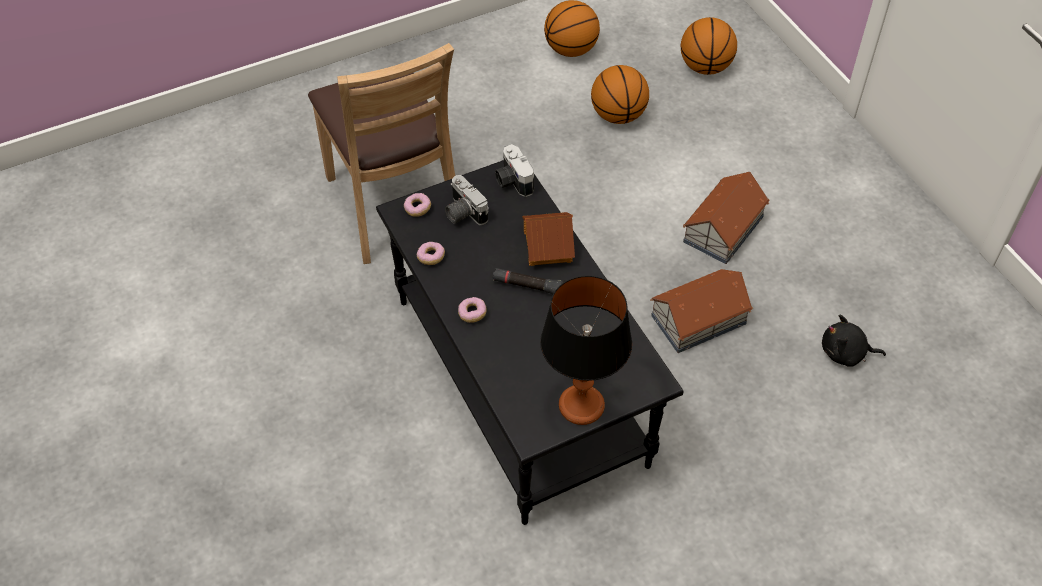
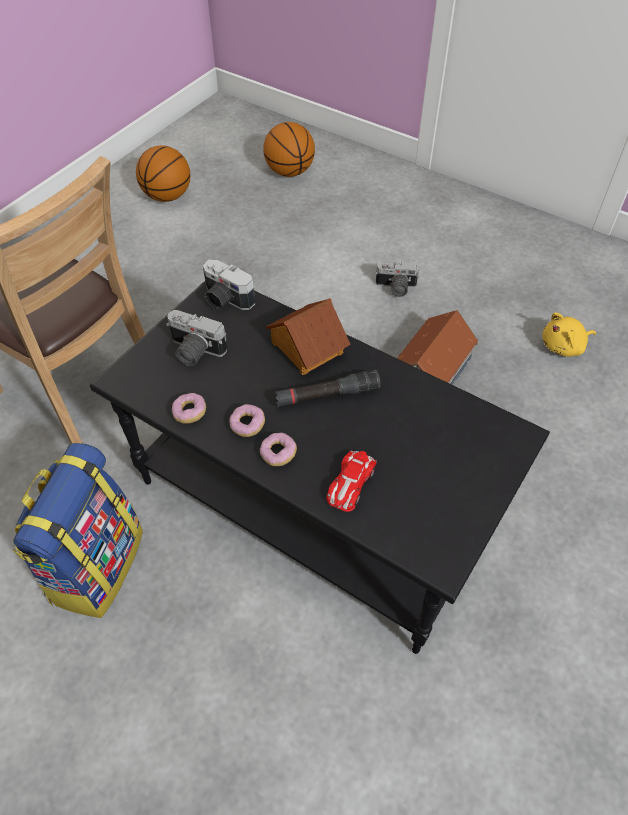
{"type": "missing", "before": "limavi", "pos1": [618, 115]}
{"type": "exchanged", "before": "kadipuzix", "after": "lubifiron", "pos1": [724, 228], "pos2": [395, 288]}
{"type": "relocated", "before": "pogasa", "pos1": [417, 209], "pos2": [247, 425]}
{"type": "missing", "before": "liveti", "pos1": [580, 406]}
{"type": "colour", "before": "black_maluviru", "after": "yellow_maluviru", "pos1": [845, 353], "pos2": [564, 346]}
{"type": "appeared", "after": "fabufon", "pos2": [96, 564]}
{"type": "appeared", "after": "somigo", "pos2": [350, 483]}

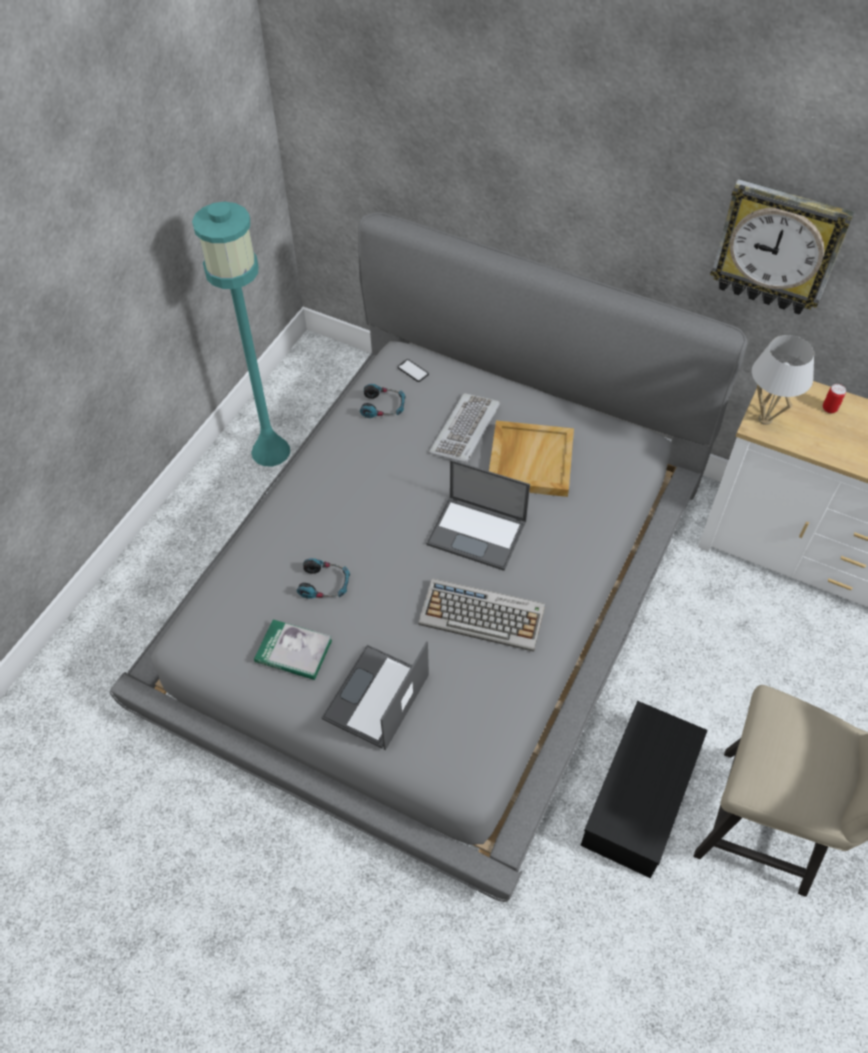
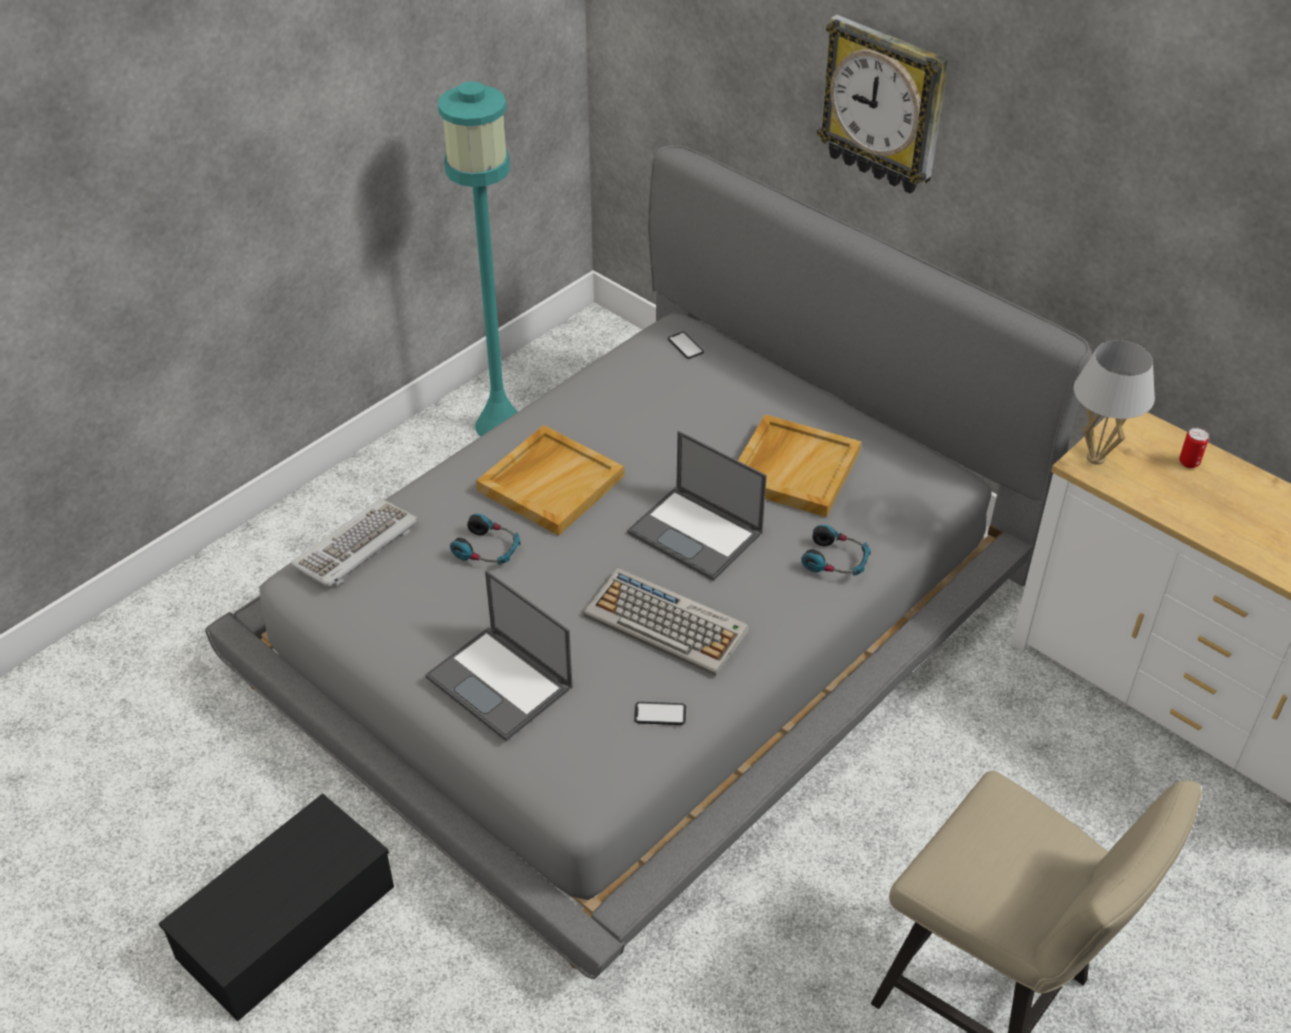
{"type": "relocated", "before": "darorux", "pos1": [777, 248], "pos2": [884, 105]}
{"type": "relocated", "before": "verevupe", "pos1": [383, 407], "pos2": [836, 561]}
{"type": "relocated", "before": "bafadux", "pos1": [465, 430], "pos2": [356, 547]}
{"type": "missing", "before": "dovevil", "pos1": [293, 651]}
{"type": "spun", "before": "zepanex", "pos1": [376, 698], "pos2": [501, 683], "turn": -90}
{"type": "relocated", "before": "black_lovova", "pos1": [641, 799], "pos2": [285, 925]}
{"type": "appeared", "after": "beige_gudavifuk", "pos2": [551, 483]}
{"type": "appeared", "after": "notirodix", "pos2": [660, 714]}

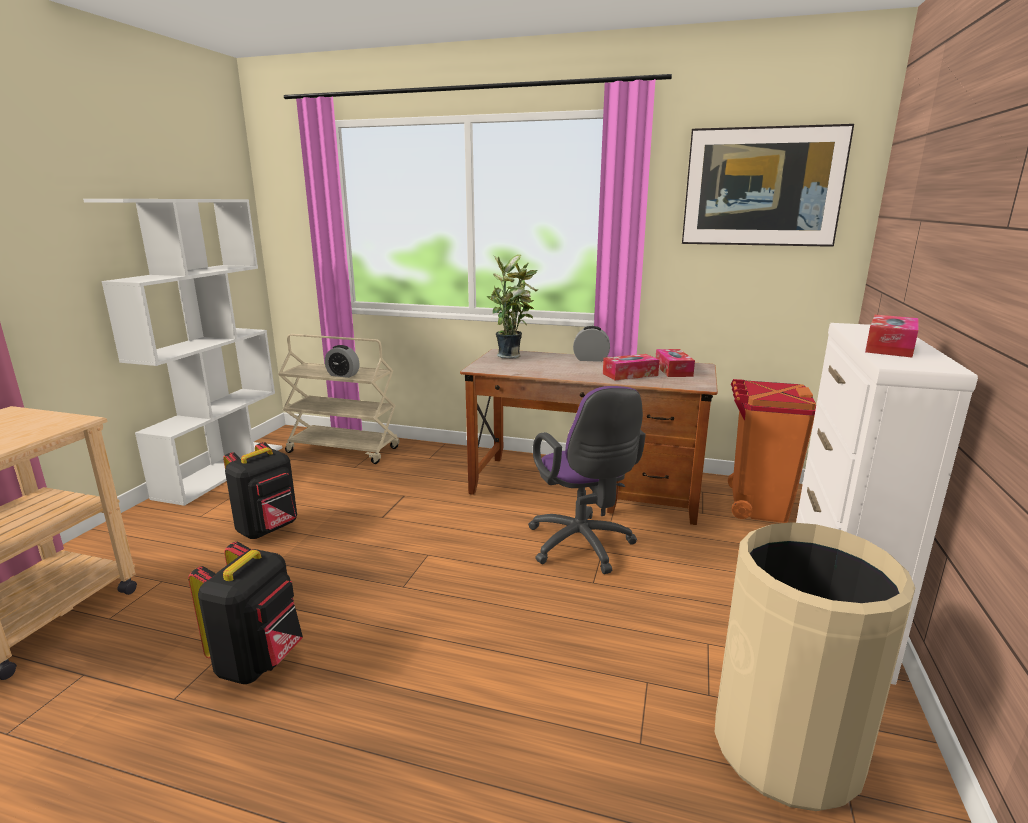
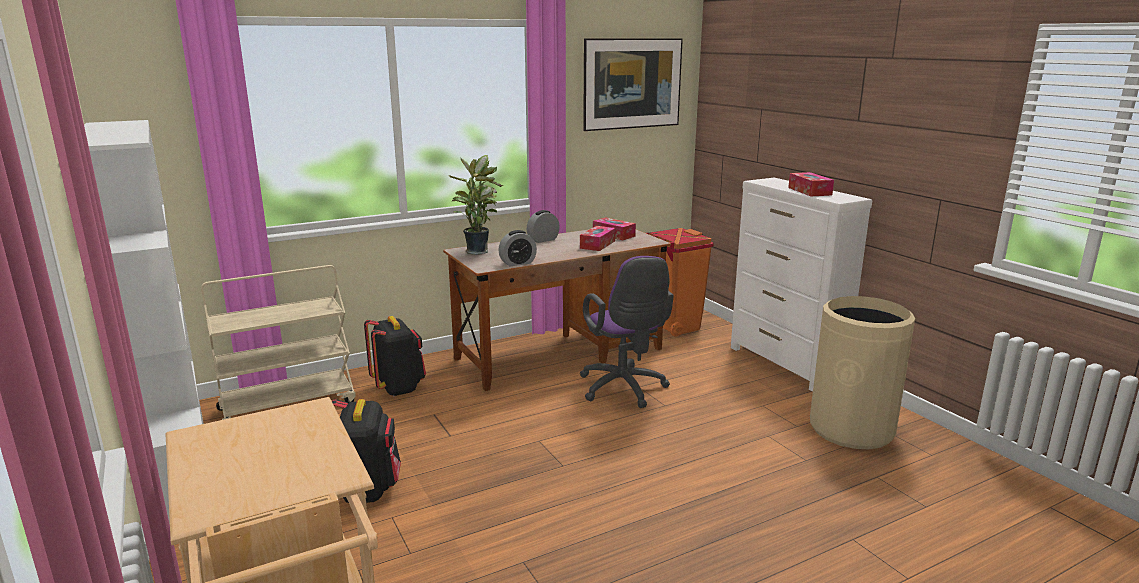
{"type": "relocated", "before": "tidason", "pos1": [343, 375], "pos2": [517, 263]}
{"type": "spun", "before": "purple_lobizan", "pos1": [582, 547], "pos2": [624, 390], "turn": 45}
{"type": "relocated", "before": "black_fabufon", "pos1": [259, 661], "pos2": [398, 388]}

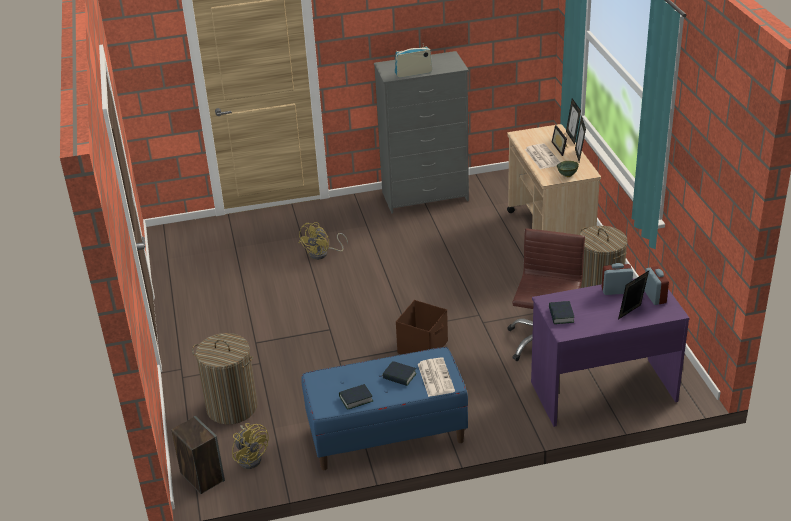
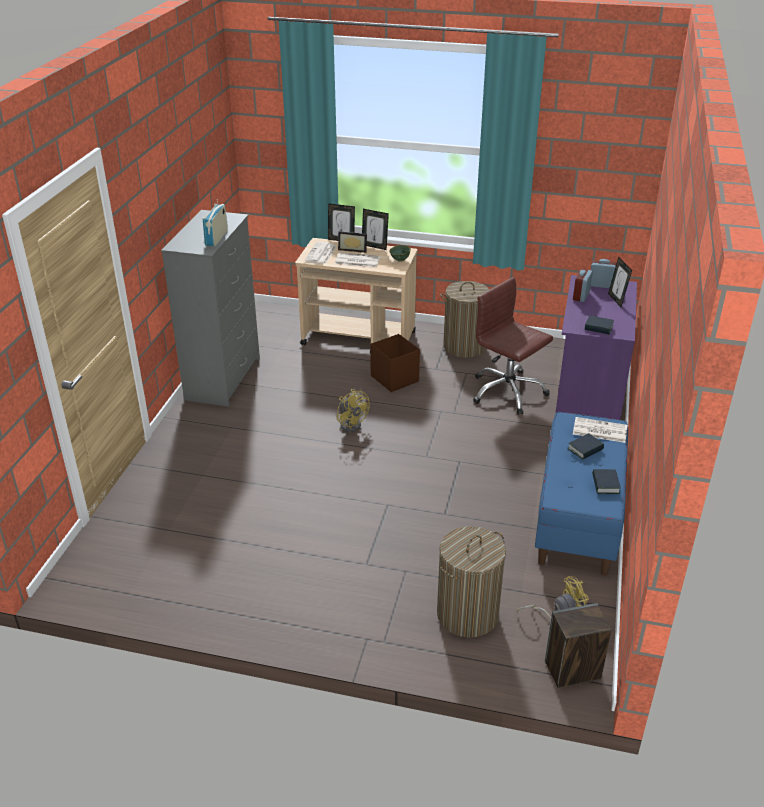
{"type": "relocated", "before": "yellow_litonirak", "pos1": [322, 254], "pos2": [352, 423]}
{"type": "relocated", "before": "brown_lovova", "pos1": [423, 347], "pos2": [394, 378]}
{"type": "appeared", "after": "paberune", "pos2": [321, 254]}

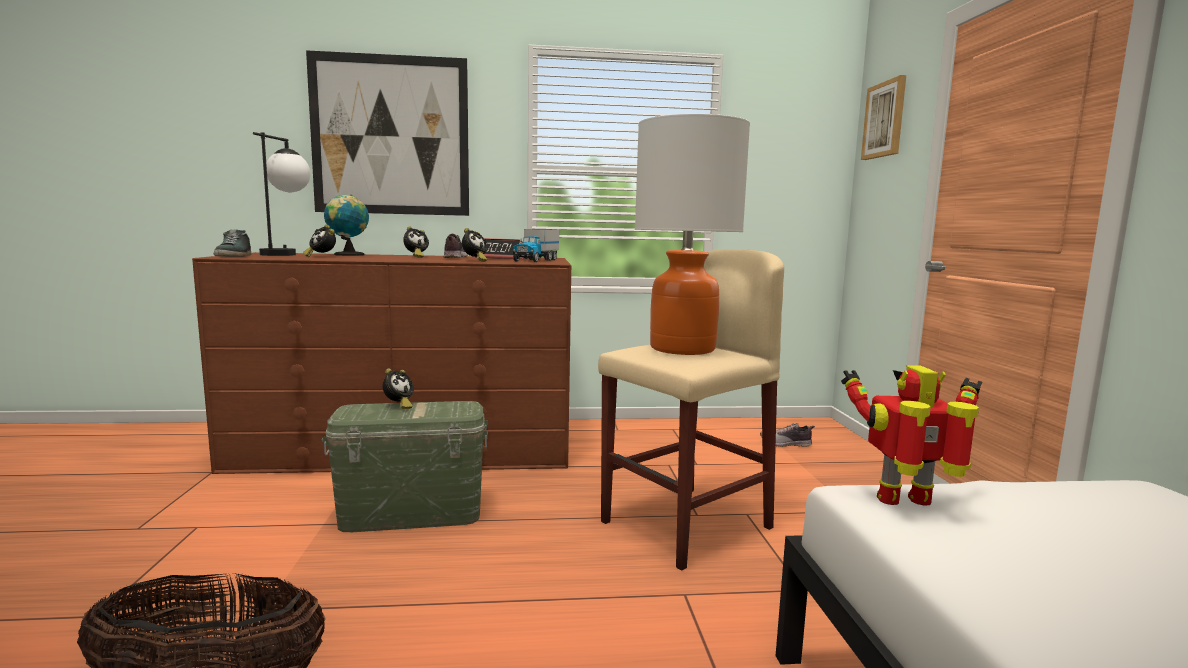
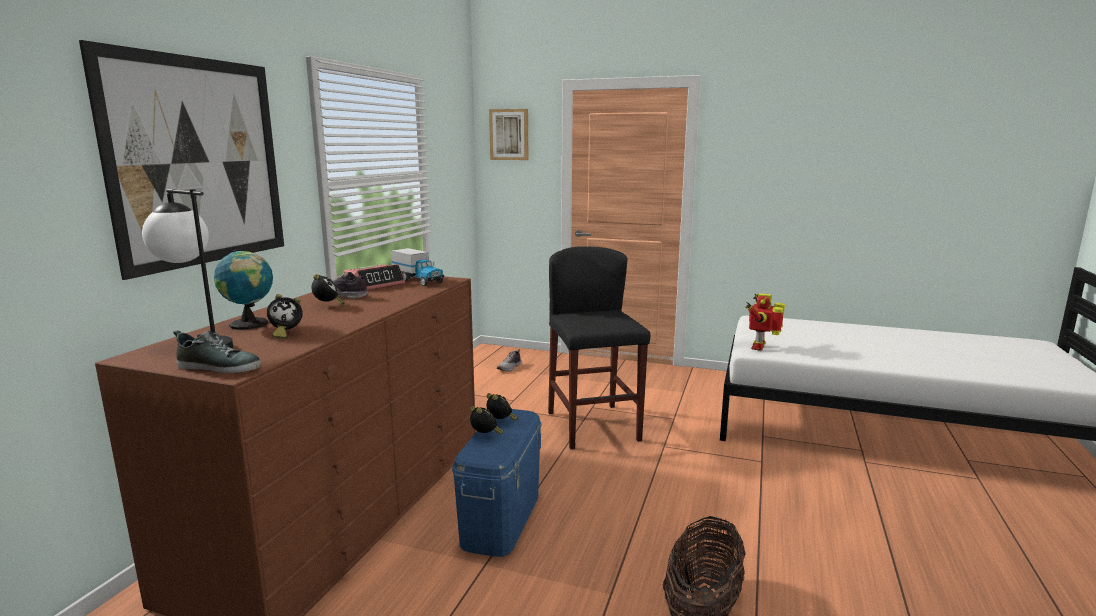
{"type": "missing", "before": "liveti", "pos1": [683, 349]}
{"type": "relocated", "before": "tidason", "pos1": [474, 261], "pos2": [501, 422]}
{"type": "colour", "before": "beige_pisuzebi", "after": "black_pisuzebi", "pos1": [686, 524], "pos2": [593, 426]}
{"type": "colour", "before": "green_lovova", "after": "blue_lovova", "pos1": [412, 514], "pos2": [501, 518]}

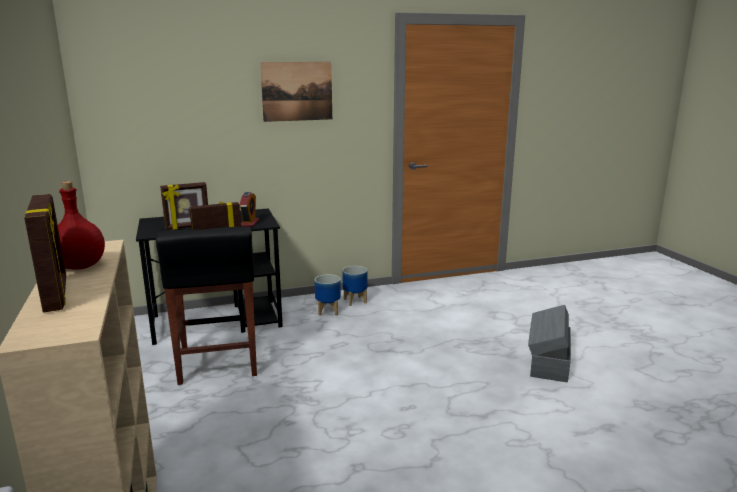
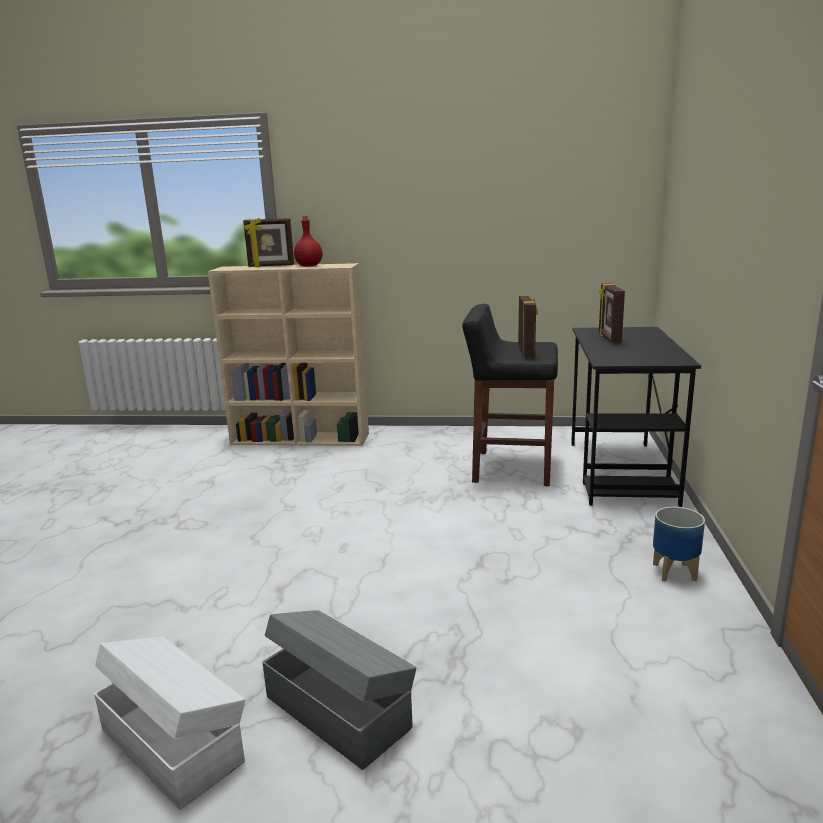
{"type": "missing", "before": "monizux", "pos1": [297, 91]}
{"type": "missing", "before": "tidason", "pos1": [249, 223]}
{"type": "missing", "before": "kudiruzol", "pos1": [328, 311]}
{"type": "appeared", "after": "white_lovova", "pos2": [172, 743]}

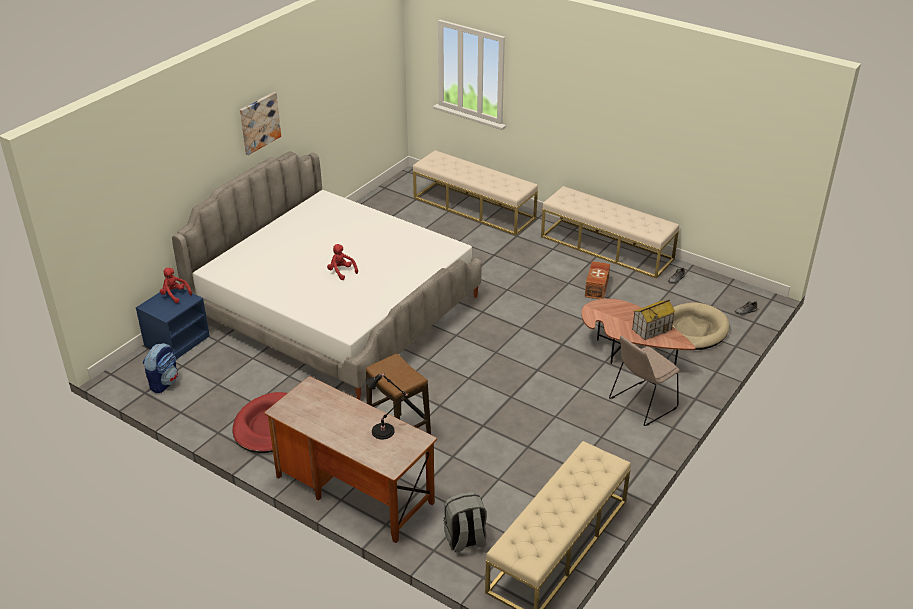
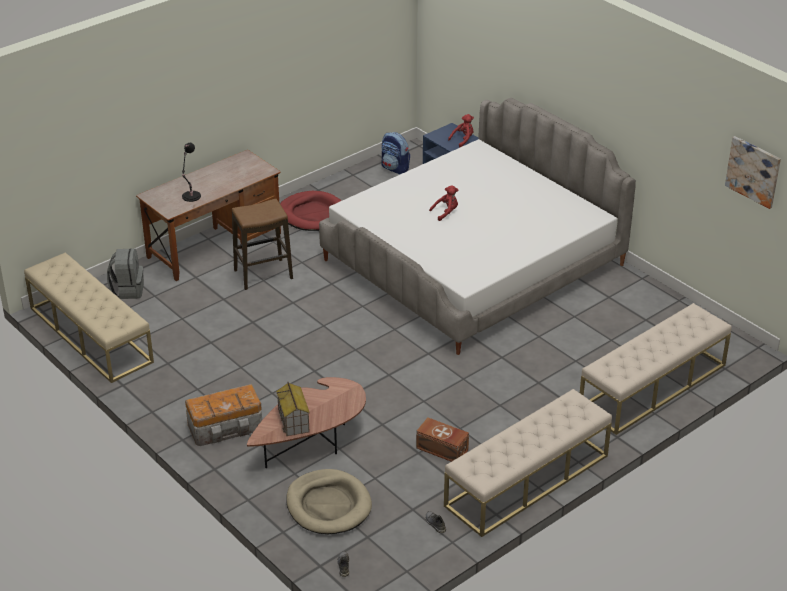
{"type": "relocated", "before": "monizux", "pos1": [259, 123], "pos2": [753, 171]}
{"type": "exchanged", "before": "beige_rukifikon", "after": "lovova", "pos1": [641, 404], "pos2": [226, 427]}

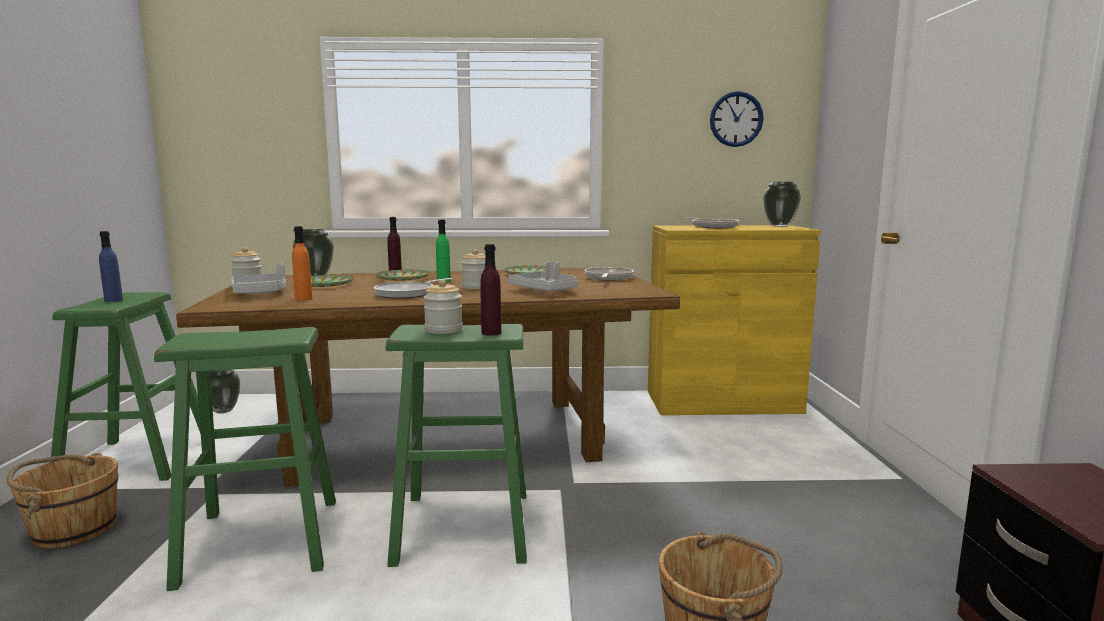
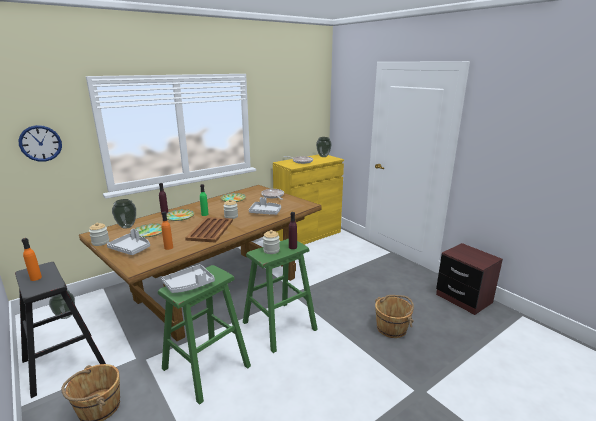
{"type": "relocated", "before": "darorux", "pos1": [736, 119], "pos2": [40, 143]}
{"type": "colour", "before": "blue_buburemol", "after": "orange_buburemol", "pos1": [113, 300], "pos2": [36, 278]}
{"type": "exchanged", "before": "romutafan", "after": "brown_gudavifuk", "pos1": [408, 293], "pos2": [211, 230]}
{"type": "colour", "before": "green_pisuzebi", "after": "black_pisuzebi", "pos1": [137, 459], "pos2": [63, 362]}
{"type": "appeared", "after": "grey_gudavifuk", "pos2": [189, 285]}

